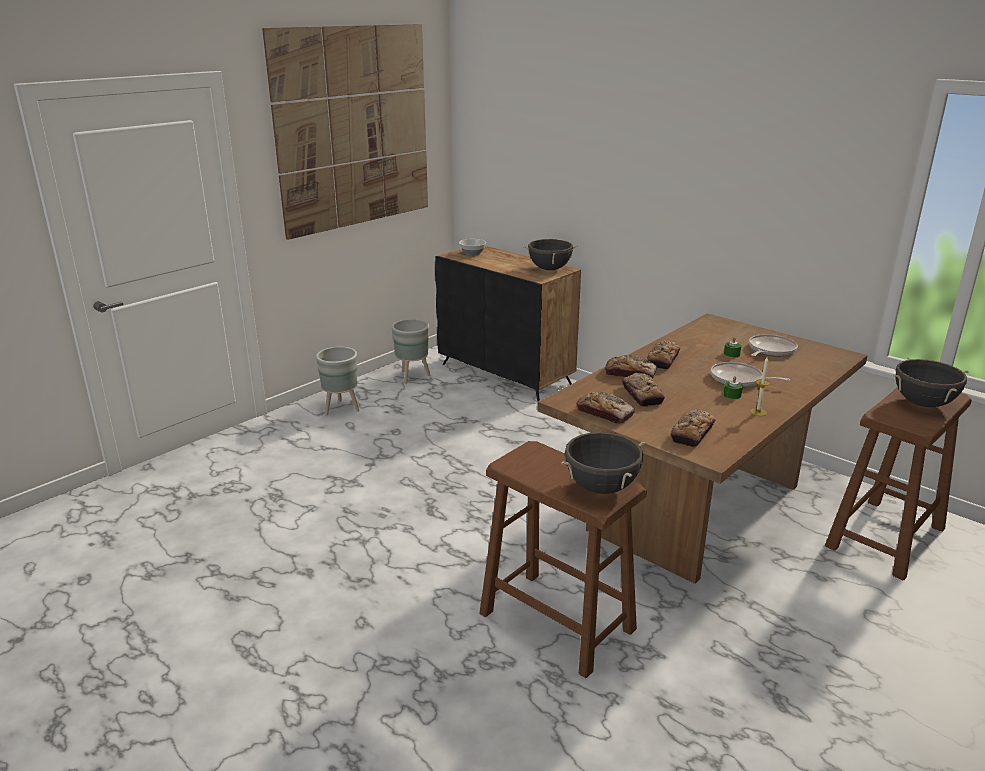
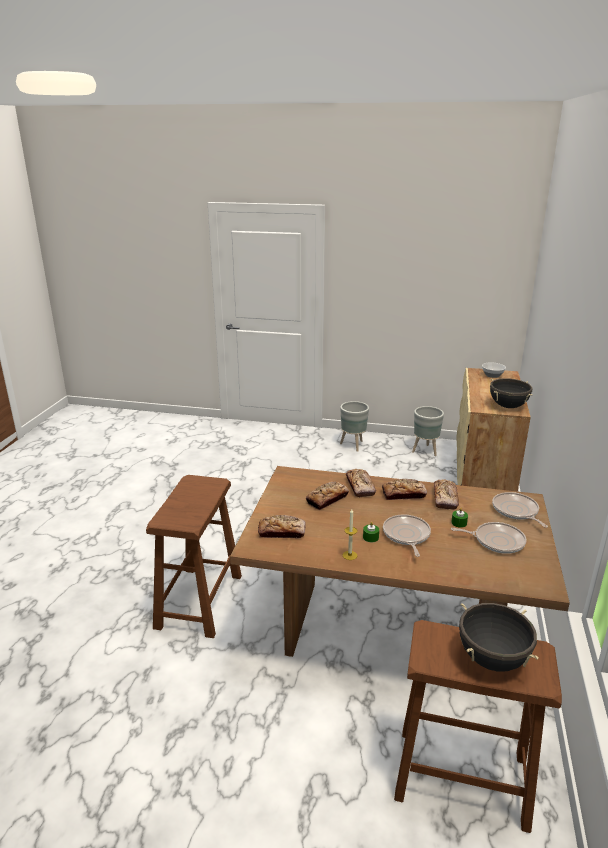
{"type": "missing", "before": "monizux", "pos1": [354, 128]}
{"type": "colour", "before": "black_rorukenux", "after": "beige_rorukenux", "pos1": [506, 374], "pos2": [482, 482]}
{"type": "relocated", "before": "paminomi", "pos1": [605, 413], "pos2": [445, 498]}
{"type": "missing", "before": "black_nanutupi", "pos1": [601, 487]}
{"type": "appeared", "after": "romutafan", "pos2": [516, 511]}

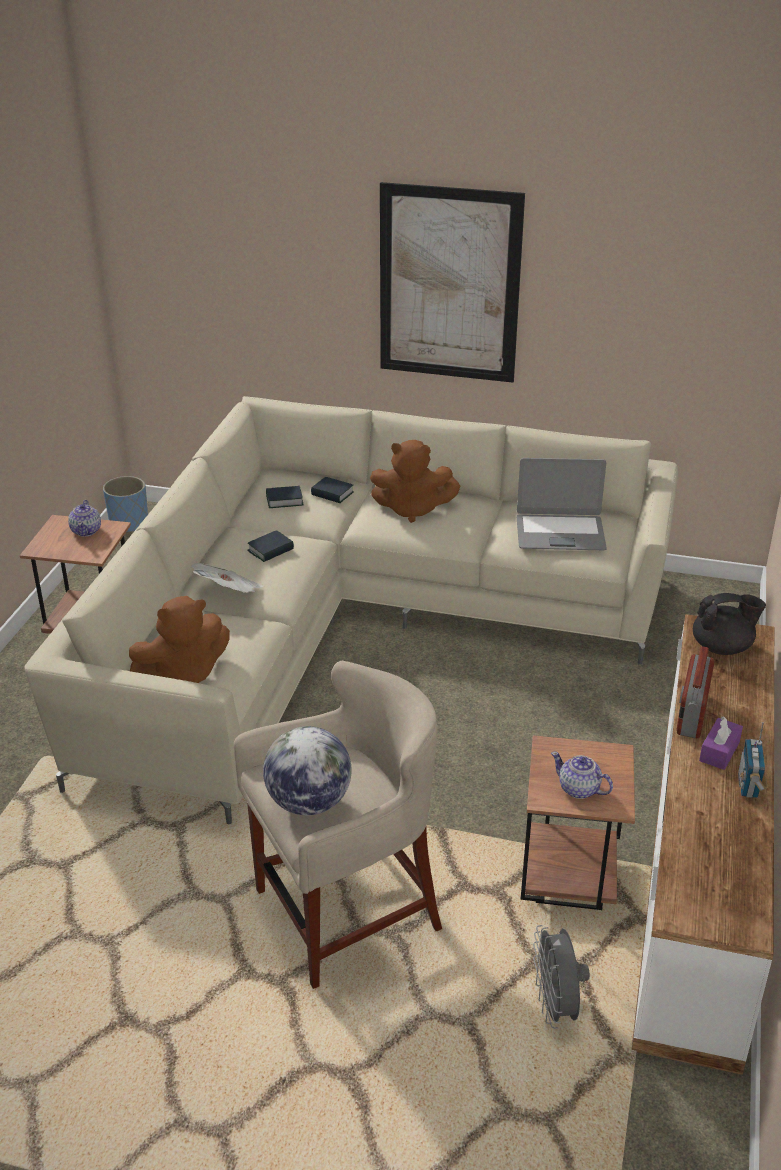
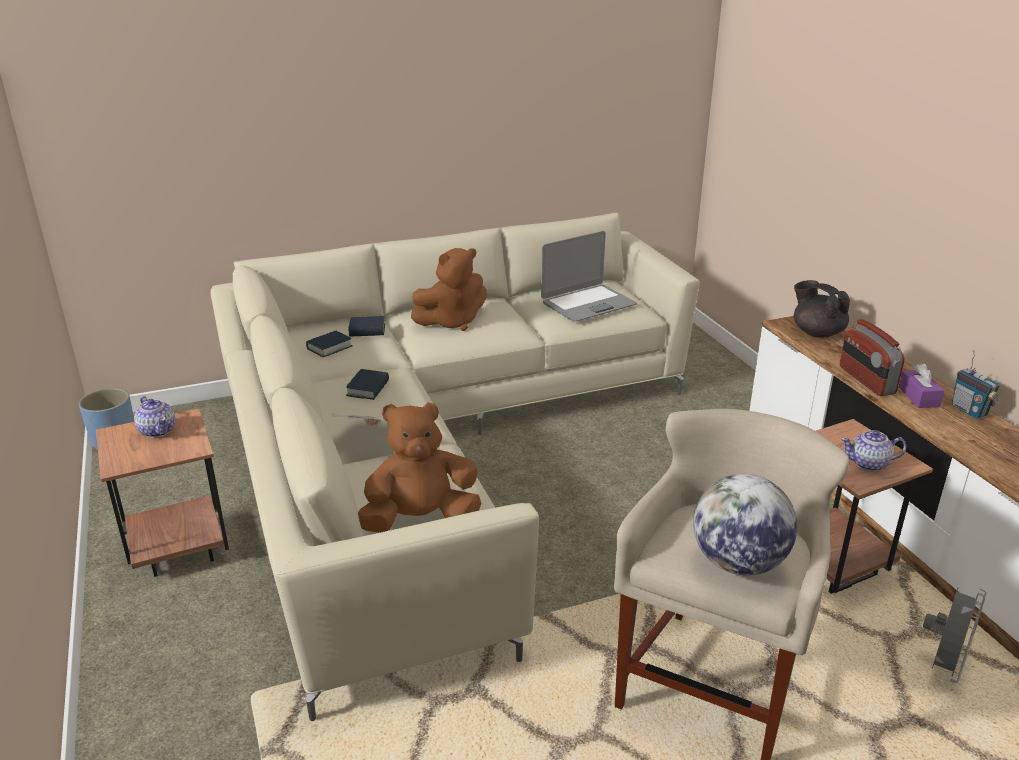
{"type": "missing", "before": "monizux", "pos1": [449, 285]}
{"type": "spun", "before": "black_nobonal", "pos1": [722, 647], "pos2": [817, 332], "turn": -90}
{"type": "spun", "before": "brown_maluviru", "pos1": [183, 675], "pos2": [420, 520], "turn": -135}
{"type": "spun", "before": "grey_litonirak", "pos1": [556, 1007], "pos2": [943, 666], "turn": -105}

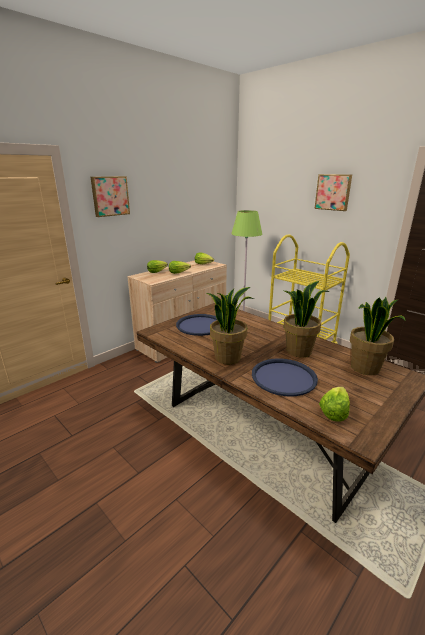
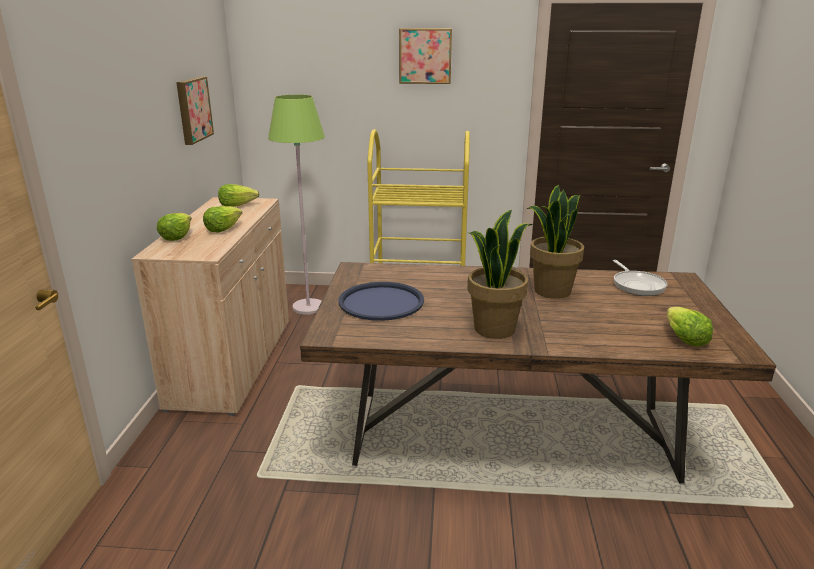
{"type": "relocated", "before": "monizux", "pos1": [110, 196], "pos2": [192, 109]}
{"type": "exchanged", "before": "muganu", "after": "romutafan", "pos1": [365, 368], "pos2": [637, 285]}
{"type": "missing", "before": "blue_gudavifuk", "pos1": [283, 377]}

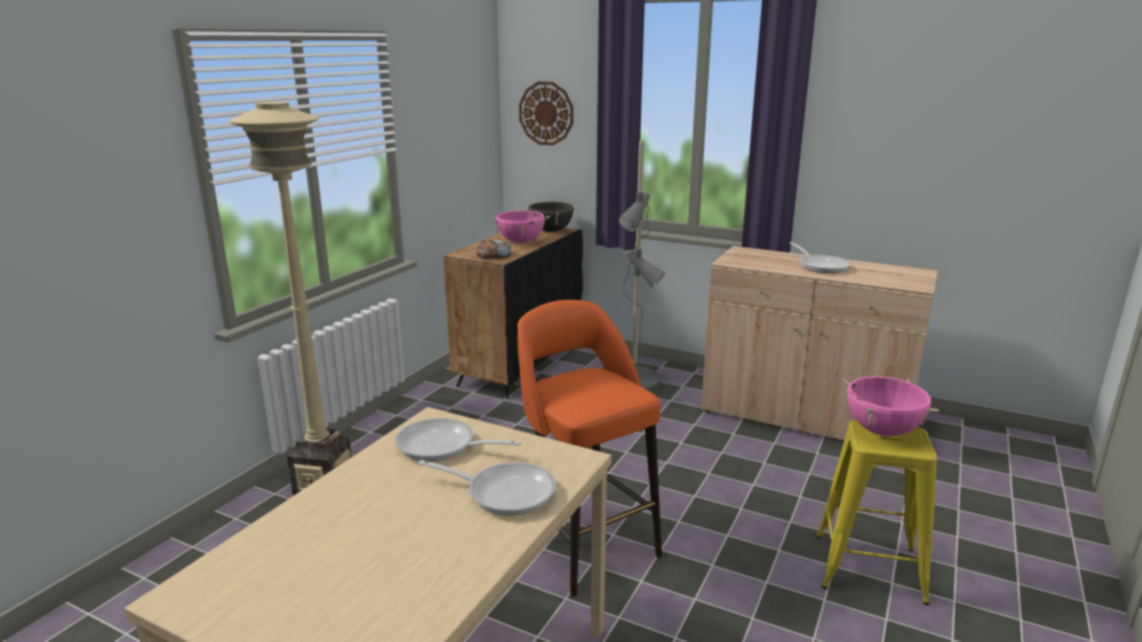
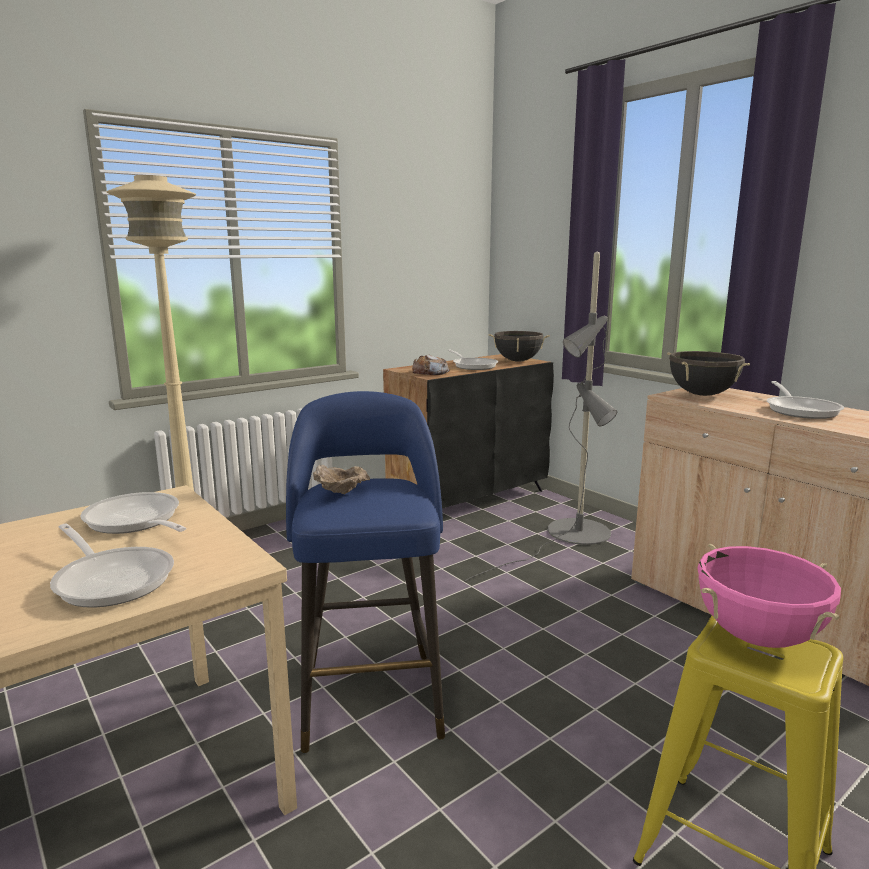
{"type": "missing", "before": "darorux", "pos1": [546, 113]}
{"type": "exchanged", "before": "pink_nanutupi", "after": "romutafan", "pos1": [521, 242], "pos2": [473, 366]}
{"type": "colour", "before": "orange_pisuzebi", "after": "blue_pisuzebi", "pos1": [585, 544], "pos2": [371, 695]}
{"type": "appeared", "after": "black_nanutupi", "pos2": [702, 395]}
{"type": "appeared", "after": "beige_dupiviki", "pos2": [341, 494]}

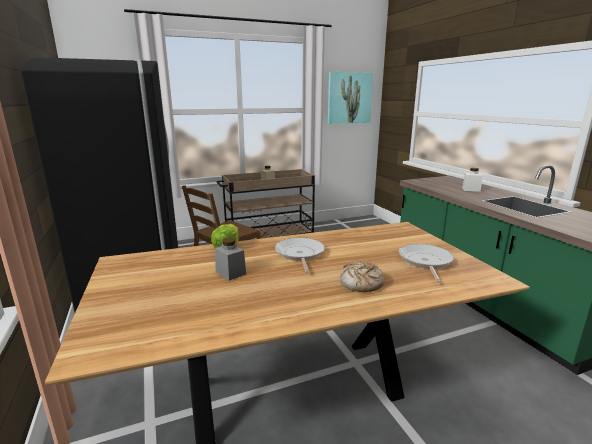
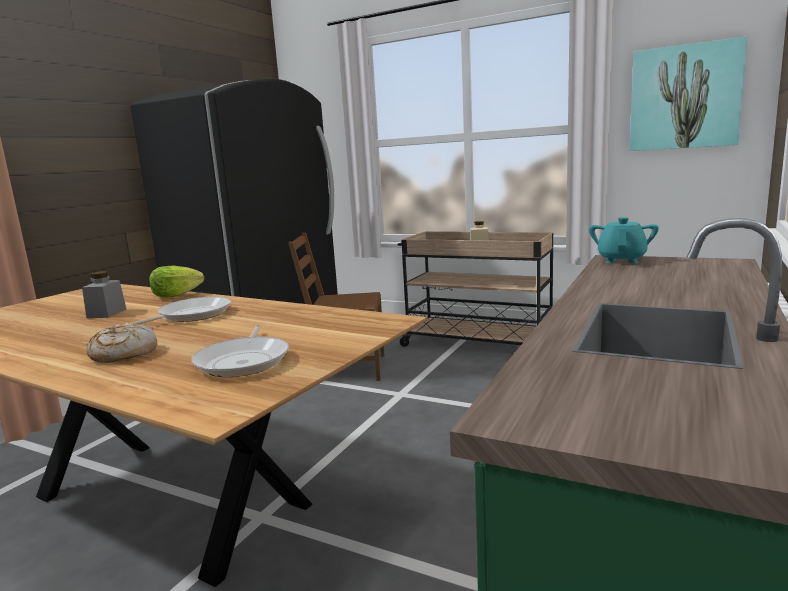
{"type": "missing", "before": "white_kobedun", "pos1": [471, 189]}
{"type": "spun", "before": "romutafan", "pos1": [425, 261], "pos2": [244, 361], "turn": 120}
{"type": "appeared", "after": "turquoise_nobonal", "pos2": [621, 260]}

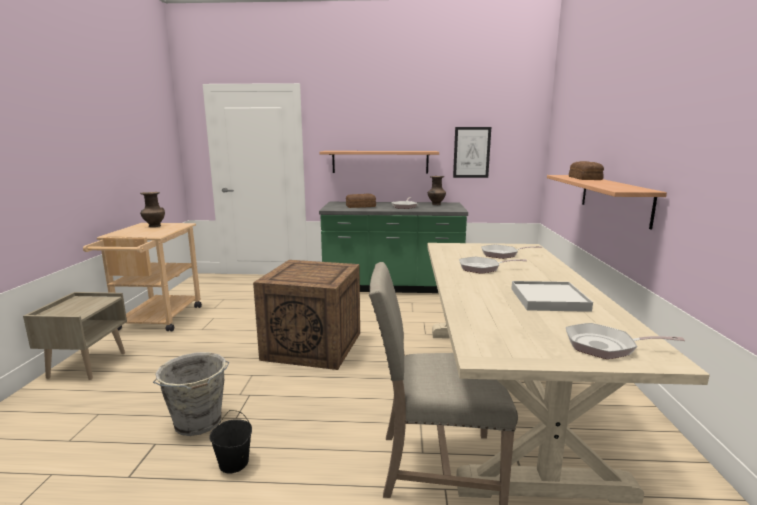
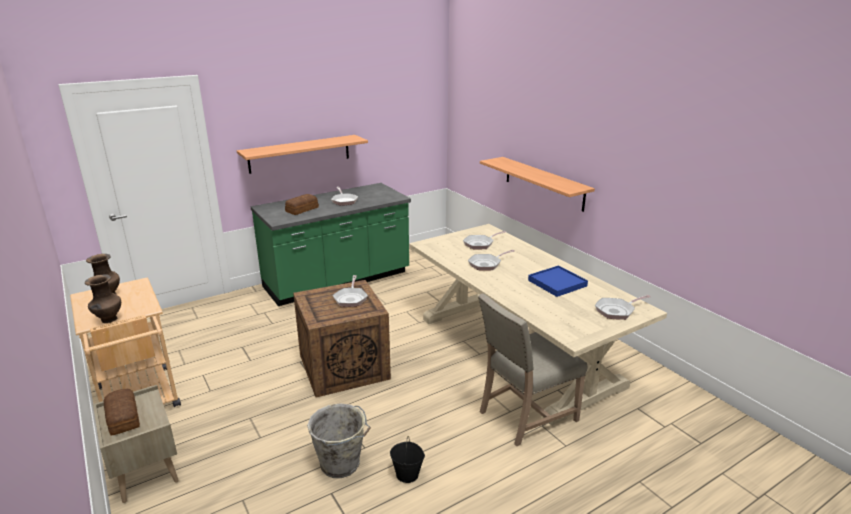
{"type": "missing", "before": "monizux", "pos1": [471, 152]}
{"type": "relocated", "before": "paminomi", "pos1": [585, 178], "pos2": [124, 417]}
{"type": "relocated", "before": "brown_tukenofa", "pos1": [436, 204], "pos2": [108, 320]}
{"type": "colour", "before": "white_gudavifuk", "after": "blue_gudavifuk", "pos1": [549, 299], "pos2": [557, 283]}
{"type": "appeared", "after": "romutafan", "pos2": [351, 298]}

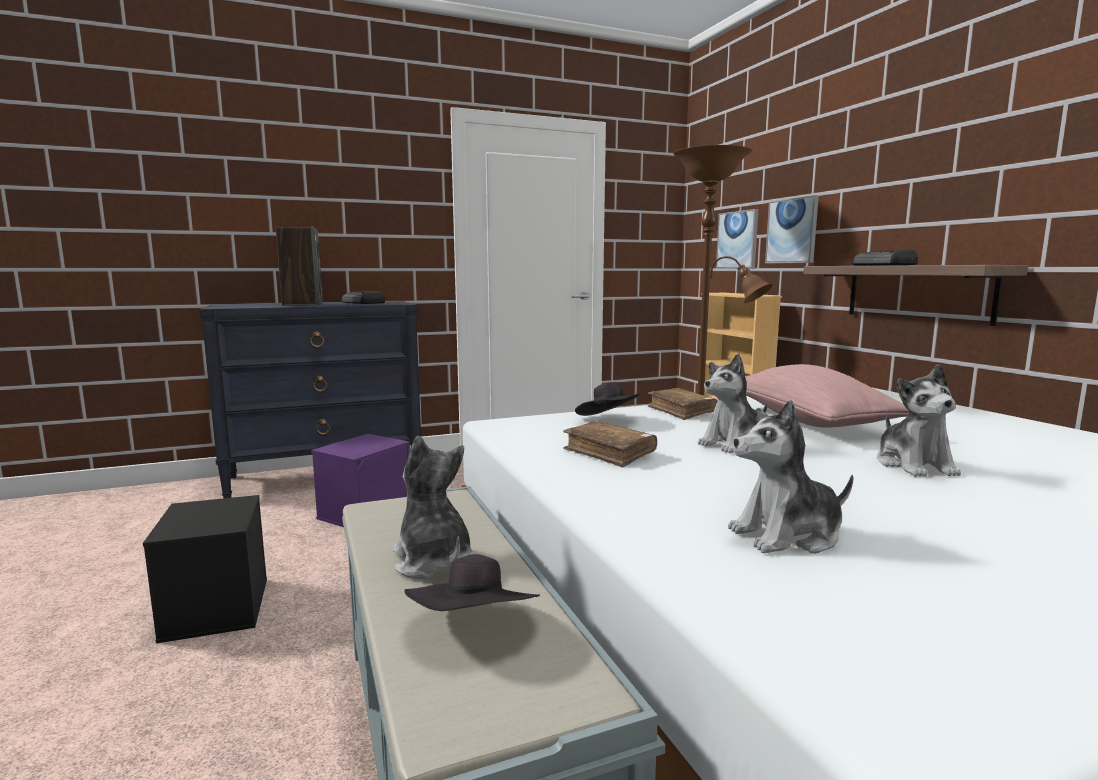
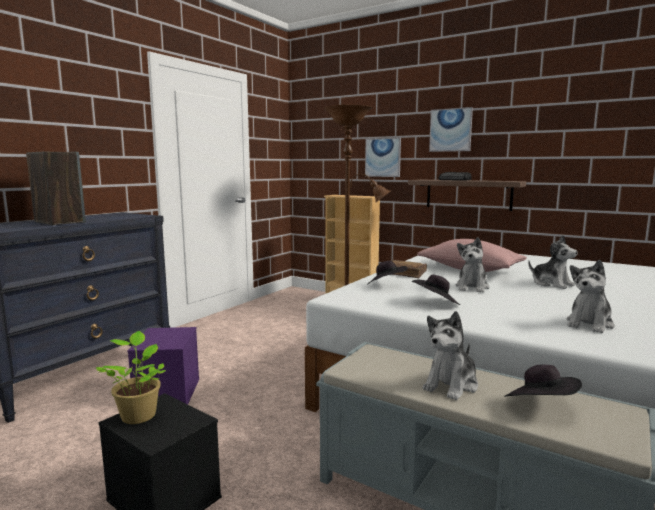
{"type": "relocated", "before": "monizux", "pos1": [737, 240], "pos2": [450, 130]}
{"type": "missing", "before": "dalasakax", "pos1": [363, 303]}
{"type": "exchanged", "before": "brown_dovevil", "after": "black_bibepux", "pos1": [609, 453], "pos2": [436, 303]}
{"type": "spun", "before": "maluviru", "pos1": [433, 561], "pos2": [451, 385], "turn": -75}
{"type": "appeared", "after": "muganu", "pos2": [138, 414]}

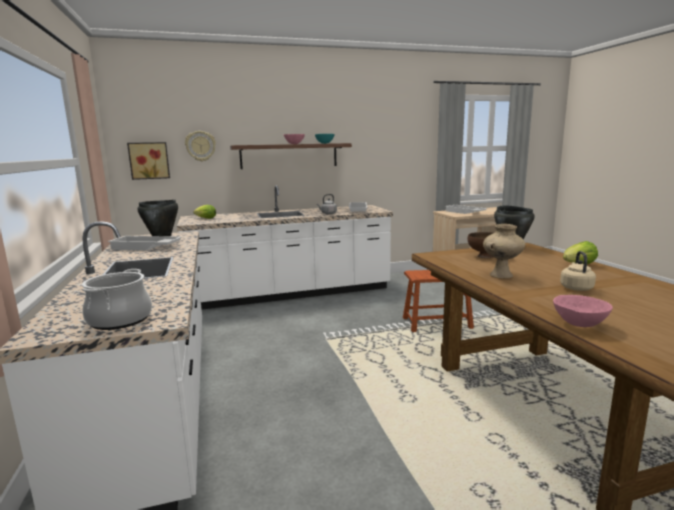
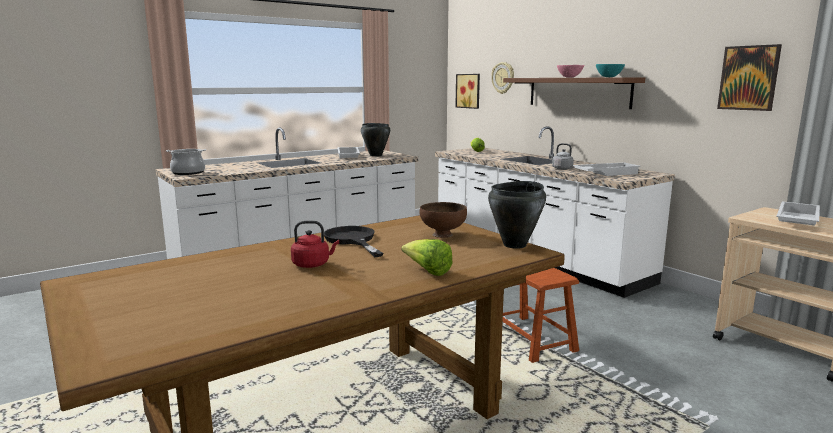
{"type": "exchanged", "before": "beige_tukenofa", "after": "black_romutafan", "pos1": [501, 275], "pos2": [352, 240]}
{"type": "colour", "before": "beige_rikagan", "after": "red_rikagan", "pos1": [576, 287], "pos2": [313, 264]}
{"type": "missing", "before": "pink_dupiviki", "pos1": [579, 324]}
{"type": "appeared", "after": "monizux", "pos2": [748, 78]}

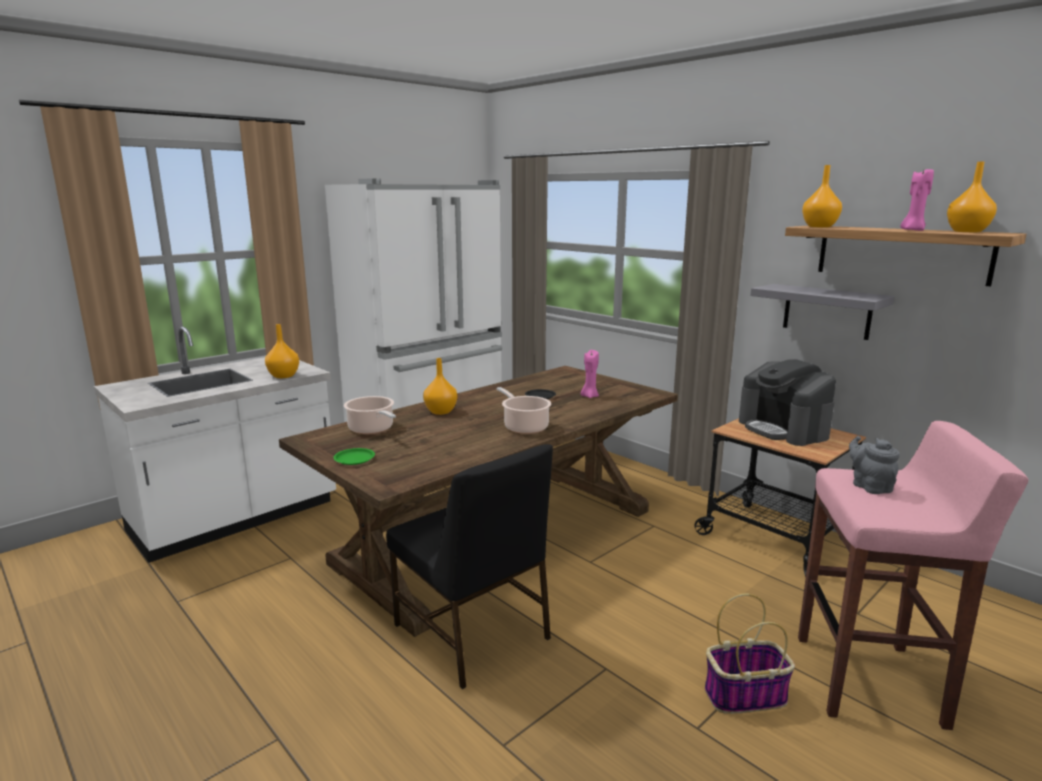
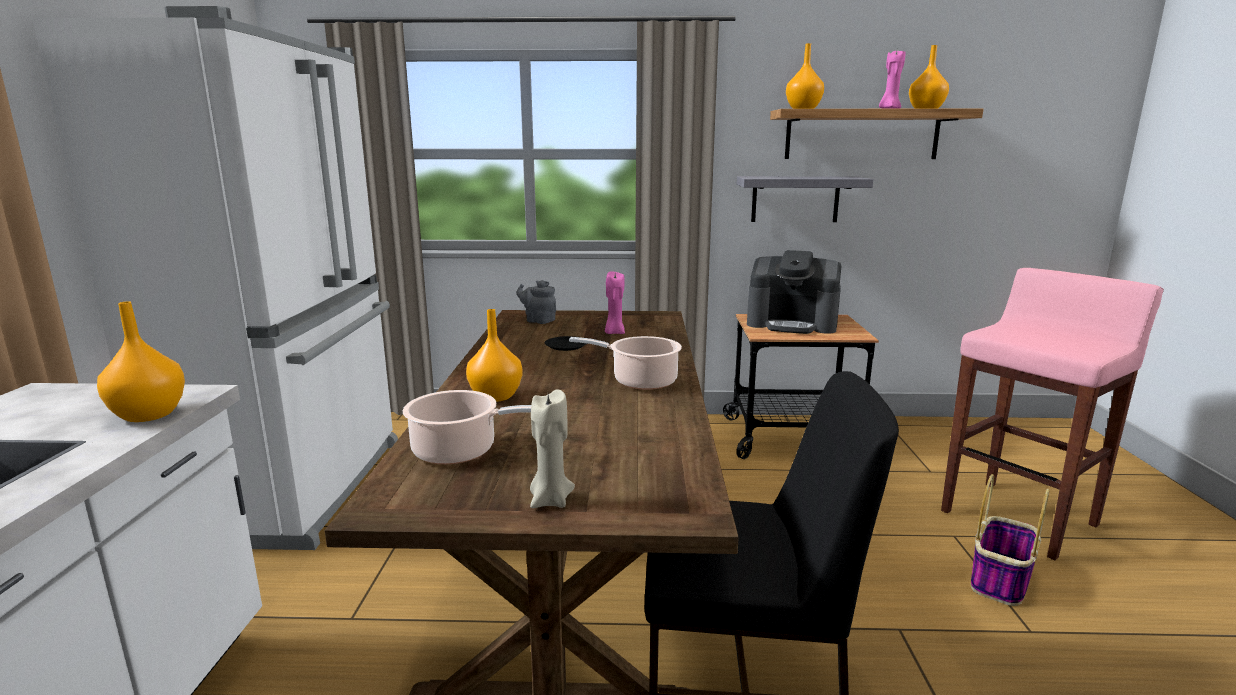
{"type": "relocated", "before": "grey_nobonal", "pos1": [869, 486], "pos2": [538, 320]}
{"type": "exchanged", "before": "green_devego", "after": "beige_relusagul", "pos1": [354, 459], "pos2": [550, 500]}

